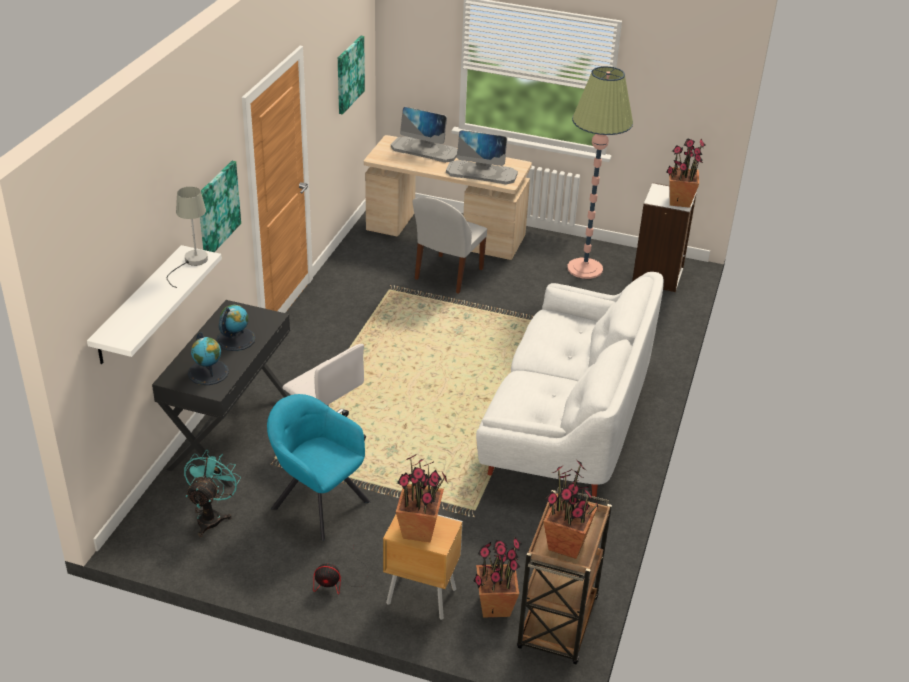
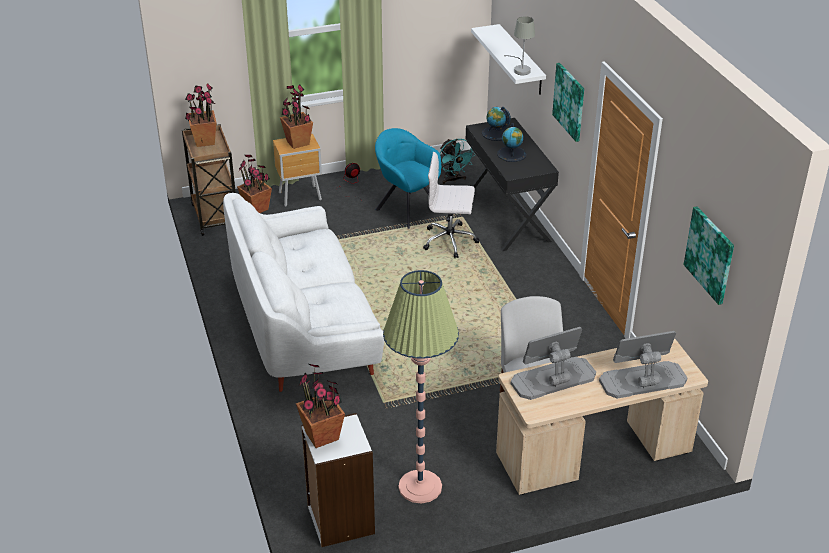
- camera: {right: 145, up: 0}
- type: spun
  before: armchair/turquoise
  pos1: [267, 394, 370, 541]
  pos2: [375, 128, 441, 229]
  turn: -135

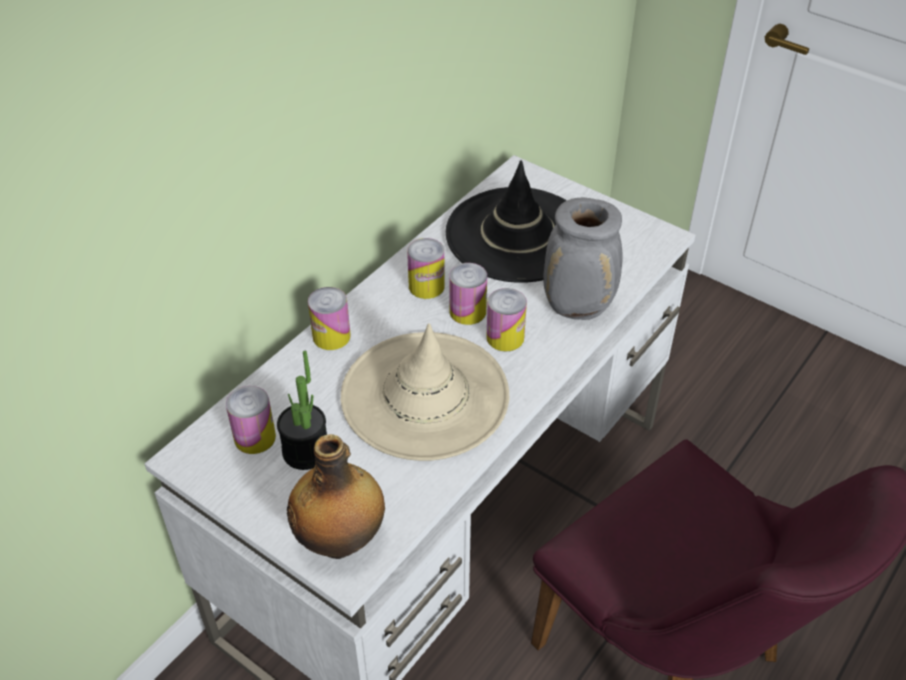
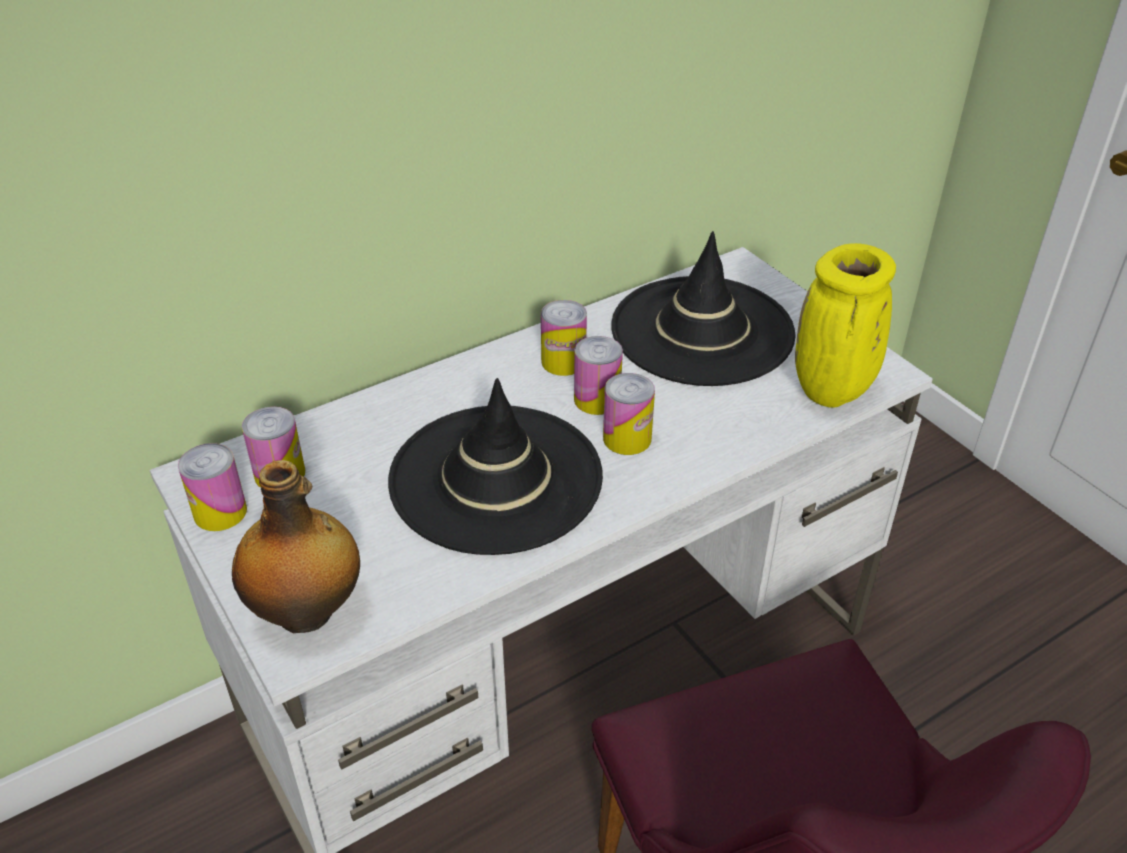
- camera: {right: 20, up: -5}
- type: missing
  before: potted plant
  pos1: [277, 351, 327, 470]
- type: missing
  before: vase/grey
  pos1: [543, 198, 623, 320]
- type: appeared
  after: vase/yellow
  pos2: [795, 243, 896, 408]
- type: relocated
  before: can
  pos1: [308, 287, 351, 350]
  pos2: [178, 443, 247, 531]
- type: colour
  before: hat/beige
  after: hat/black
  pos1: [341, 323, 509, 461]
  pos2: [388, 378, 603, 555]

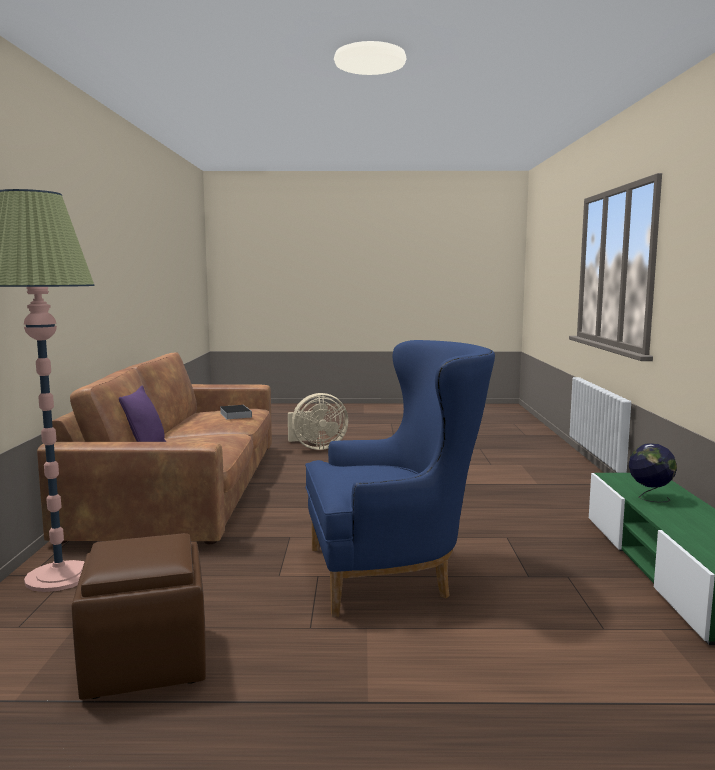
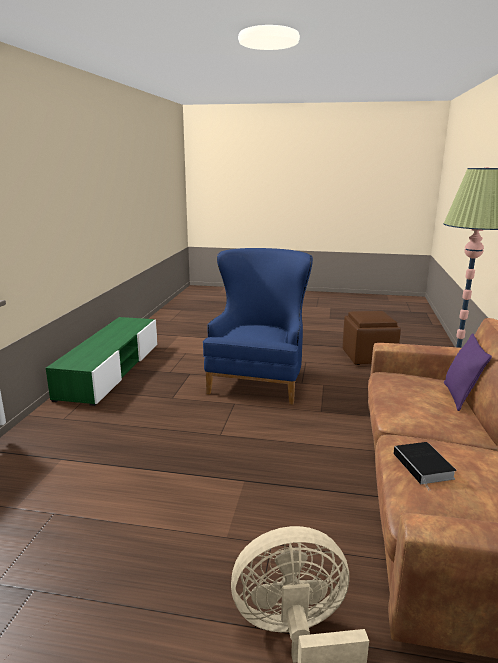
- camera: {right: -170, up: 10}
- type: missing
  before: globe
  pos1: [629, 443, 677, 503]
- type: spun
  before: armchair/blue
  pos1: [305, 340, 495, 617]
  pos2: [203, 248, 313, 405]
  turn: 105

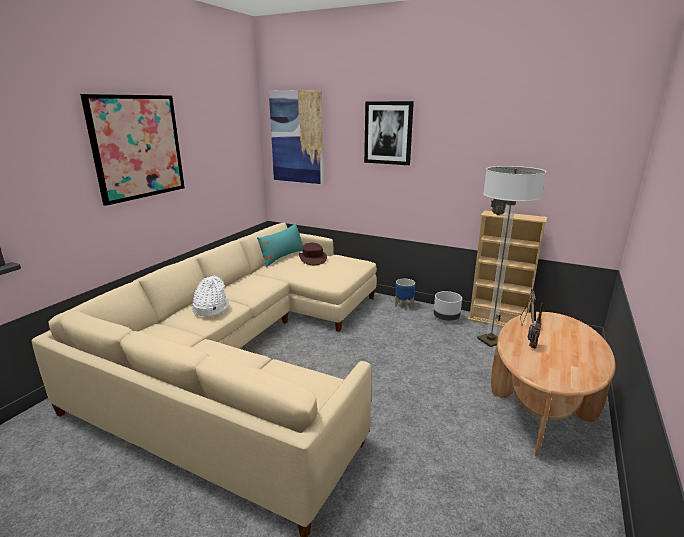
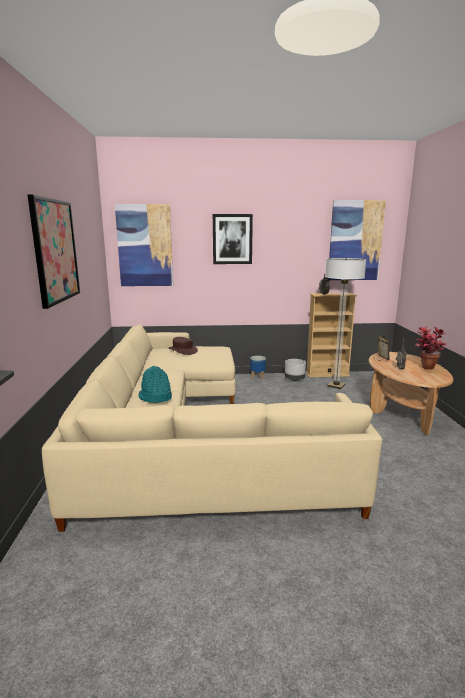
- camera: {right: -30, up: -5}
- type: missing
  before: pillow/turquoise
  pos1: [257, 223, 303, 267]
- type: appeared
  after: picture
  pos2: [328, 200, 386, 280]
- type: appeared
  after: potted plant
  pos2: [415, 326, 446, 370]
- type: colour
  before: hat/white
  after: hat/turquoise
  pos1: [192, 276, 229, 316]
  pos2: [138, 366, 172, 403]

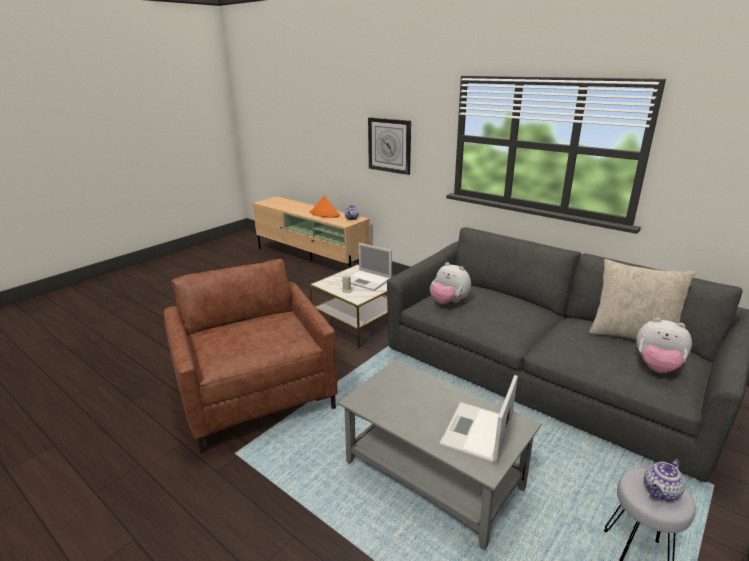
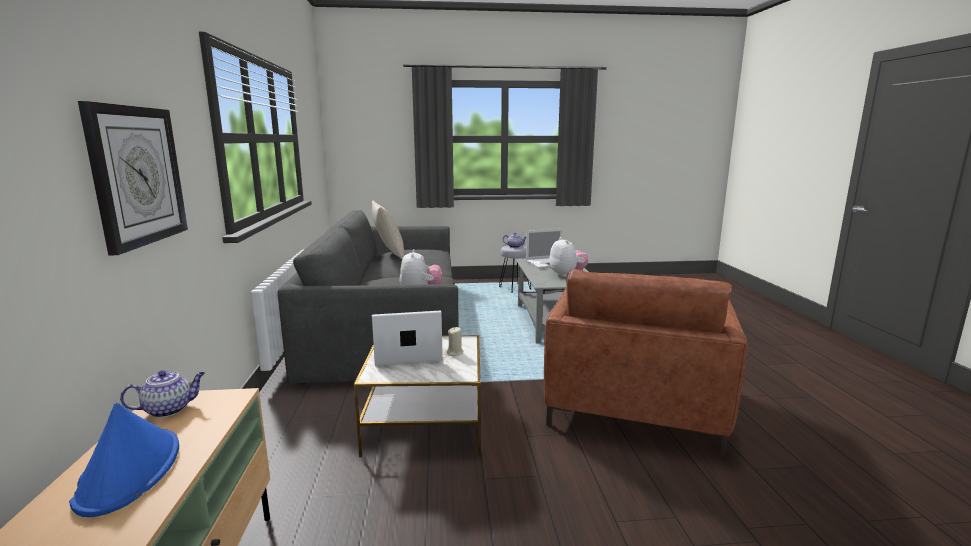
- camera: {right: -135, up: -10}
- type: relocated
  before: plush toy
  pos1: [636, 318, 692, 373]
  pos2: [549, 237, 588, 277]
- type: colour
  before: hat/orange
  after: hat/blue
  pos1: [310, 196, 340, 218]
  pos2: [69, 403, 179, 517]
- type: spun
  before: laptop
  pos1: [342, 243, 392, 291]
  pos2: [372, 311, 443, 366]
  turn: -90

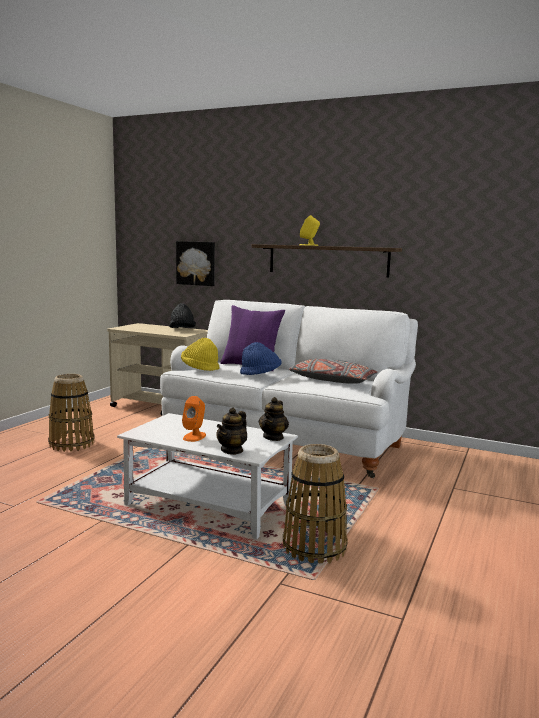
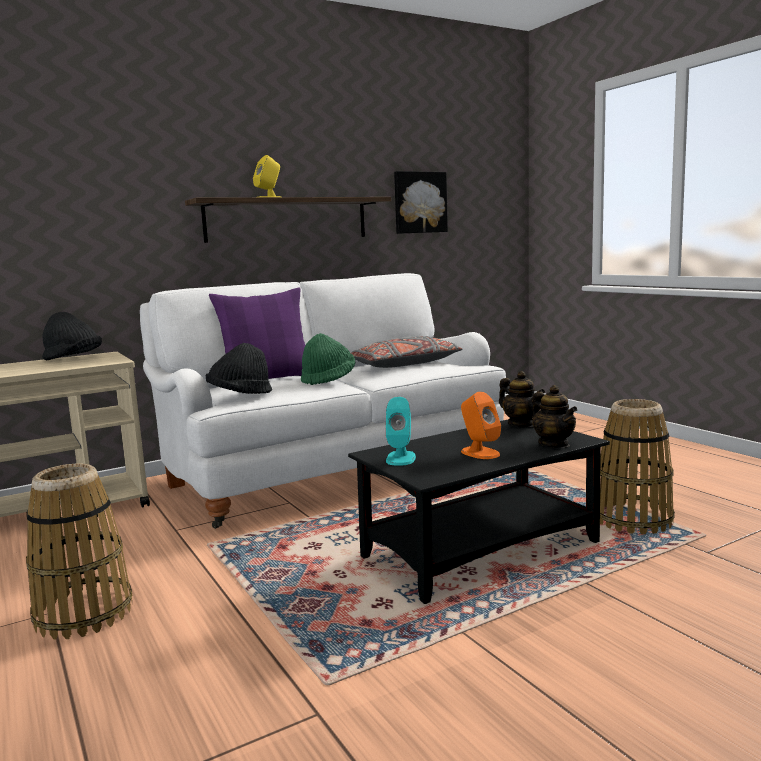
- camera: {right: -55, up: 0}
- type: appeared
  after: speaker/turquoise
  pos2: [386, 397, 416, 466]
- type: relocated
  before: picture
  pos1: [176, 241, 215, 286]
  pos2: [394, 171, 448, 234]
- type: colour
  before: coffee table/white
  after: coffee table/black
  pos1: [117, 413, 298, 539]
  pos2: [348, 420, 610, 604]
- type: colour
  before: hat/yellow
  after: hat/black
  pos1: [181, 338, 220, 371]
  pos2: [206, 343, 272, 394]
- type: colour
  before: hat/blue
  after: hat/green
  pos1: [240, 342, 281, 375]
  pos2: [301, 333, 355, 385]

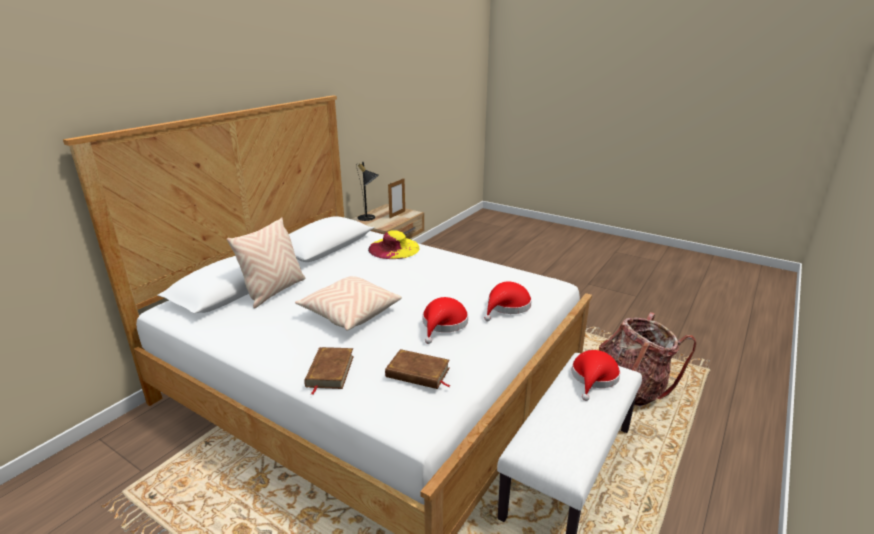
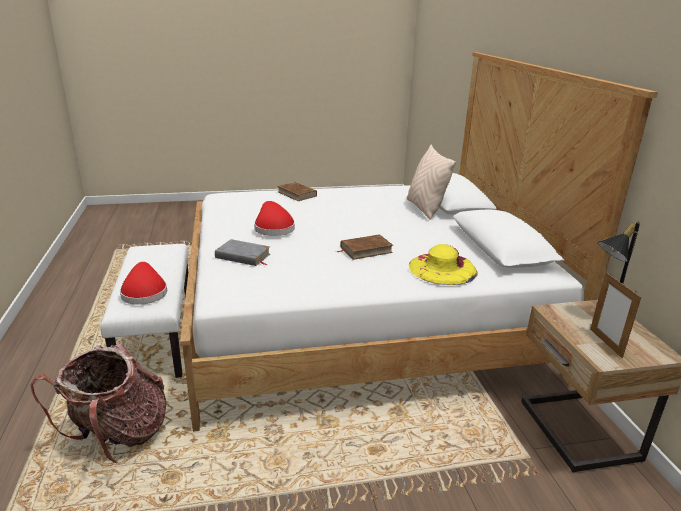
- camera: {right: 135, up: 0}
- type: missing
  before: pillow/beige
  pos1: [295, 276, 402, 331]
- type: relocated
  before: book/brown
  pos1: [385, 349, 450, 389]
  pos2: [336, 234, 393, 260]
- type: exchanged
  before: hat/red
  after: book/grey
  pos1: [484, 281, 532, 321]
  pos2: [215, 239, 270, 266]

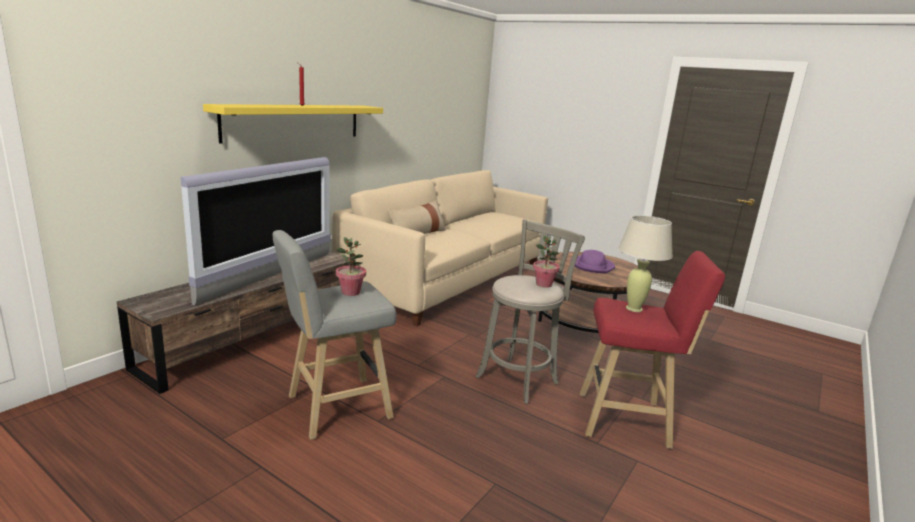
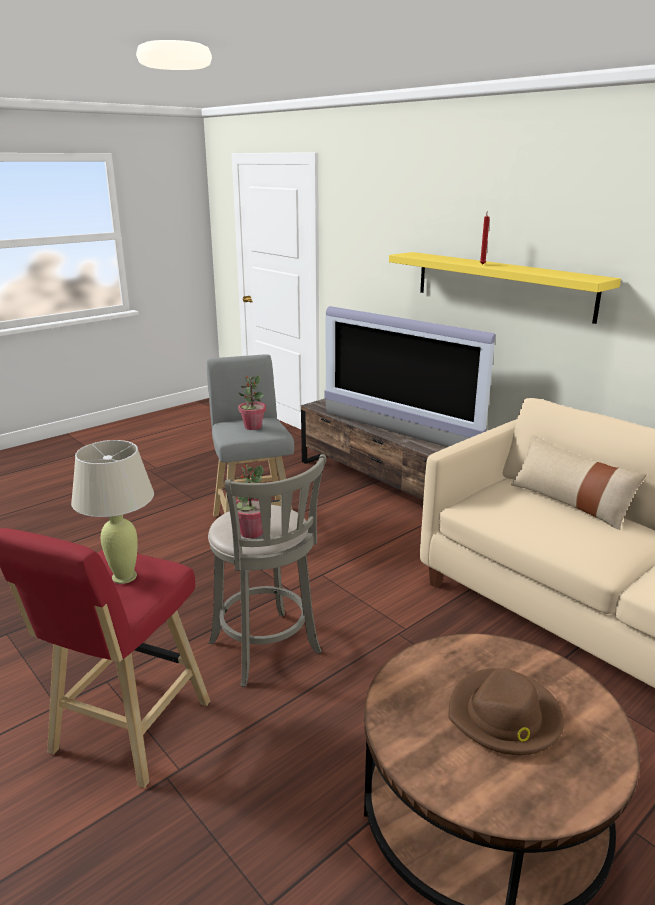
- camera: {right: 105, up: 5}
- type: colour
  before: hat/purple
  after: hat/brown
  pos1: [571, 250, 615, 274]
  pos2: [448, 668, 564, 755]

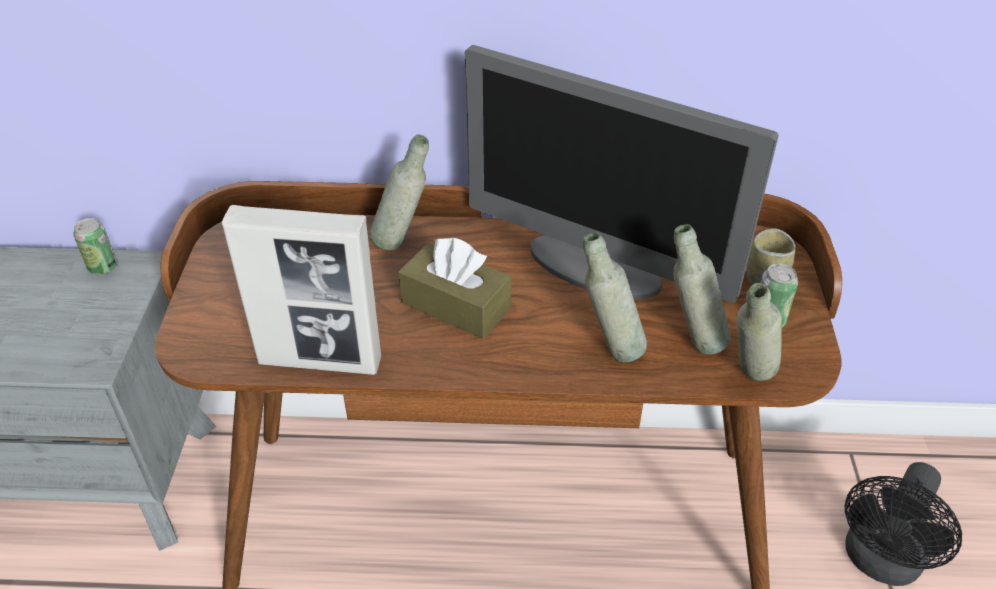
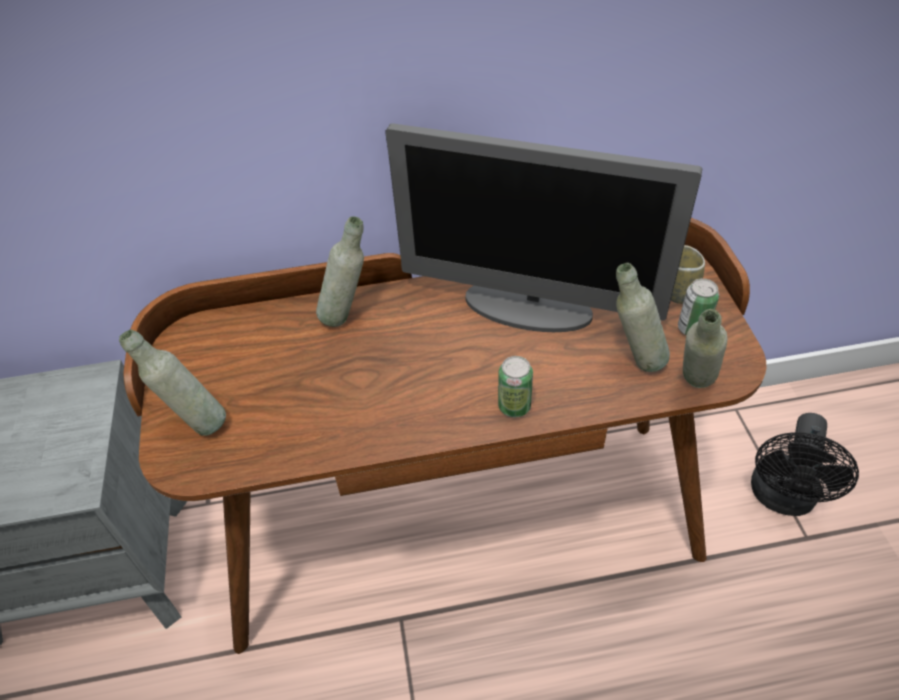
- camera: {right: -10, up: 5}
- type: missing
  before: picture frame
  pos1: [222, 205, 381, 375]
- type: missing
  before: tissue box/brown
  pos1: [398, 238, 511, 339]
- type: relocated
  before: can
  pos1: [73, 218, 117, 275]
  pos2: [498, 356, 533, 417]
- type: relocated
  before: bottle/grey
  pos1: [583, 232, 647, 362]
  pos2: [119, 329, 226, 436]

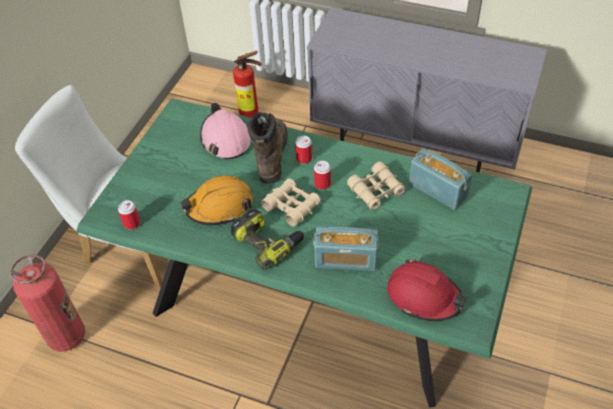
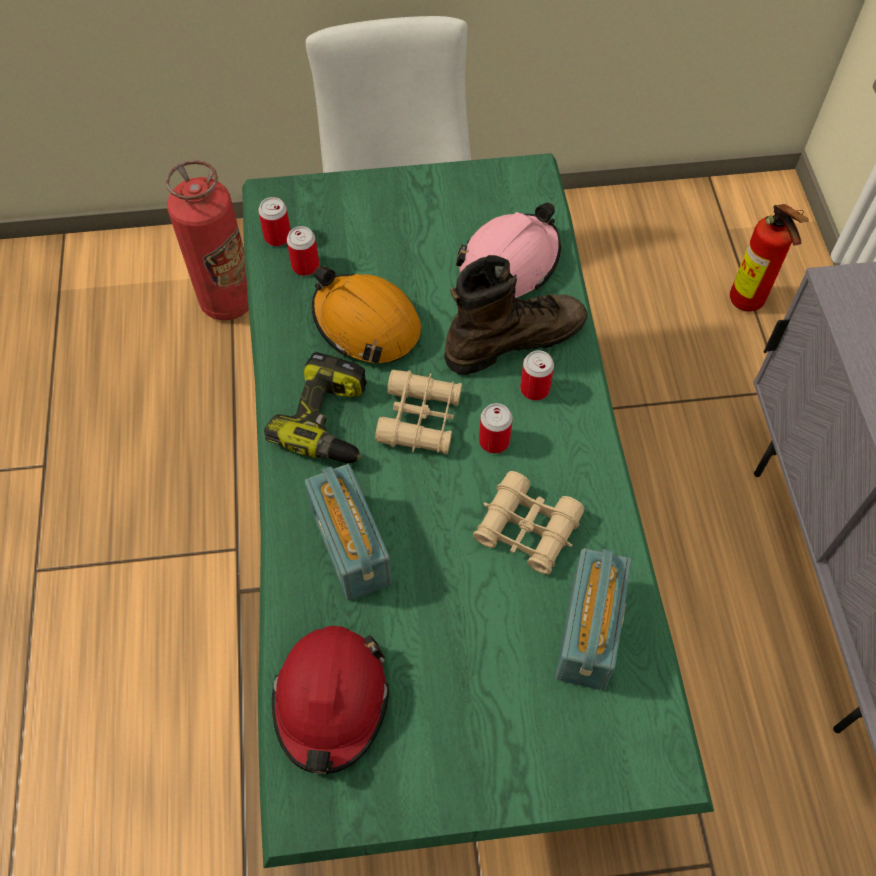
- camera: {right: 60, up: 10}
- type: appeared
  after: can
  pos2: [287, 226, 319, 276]

